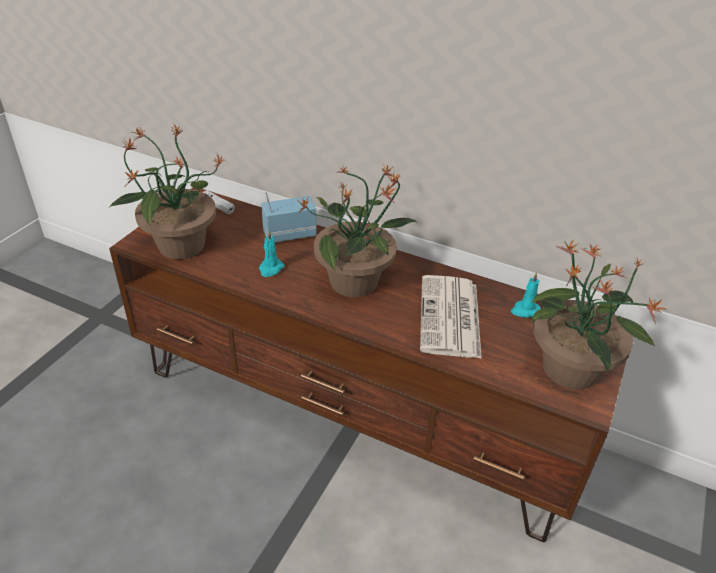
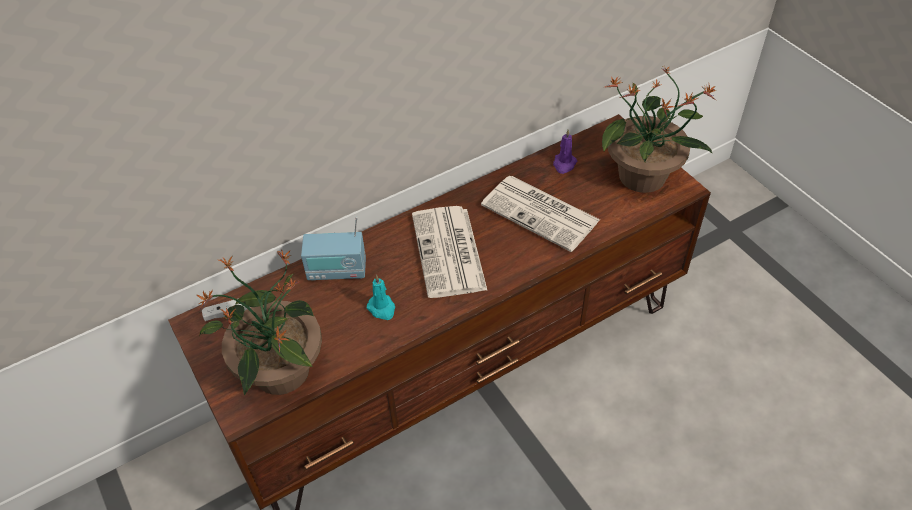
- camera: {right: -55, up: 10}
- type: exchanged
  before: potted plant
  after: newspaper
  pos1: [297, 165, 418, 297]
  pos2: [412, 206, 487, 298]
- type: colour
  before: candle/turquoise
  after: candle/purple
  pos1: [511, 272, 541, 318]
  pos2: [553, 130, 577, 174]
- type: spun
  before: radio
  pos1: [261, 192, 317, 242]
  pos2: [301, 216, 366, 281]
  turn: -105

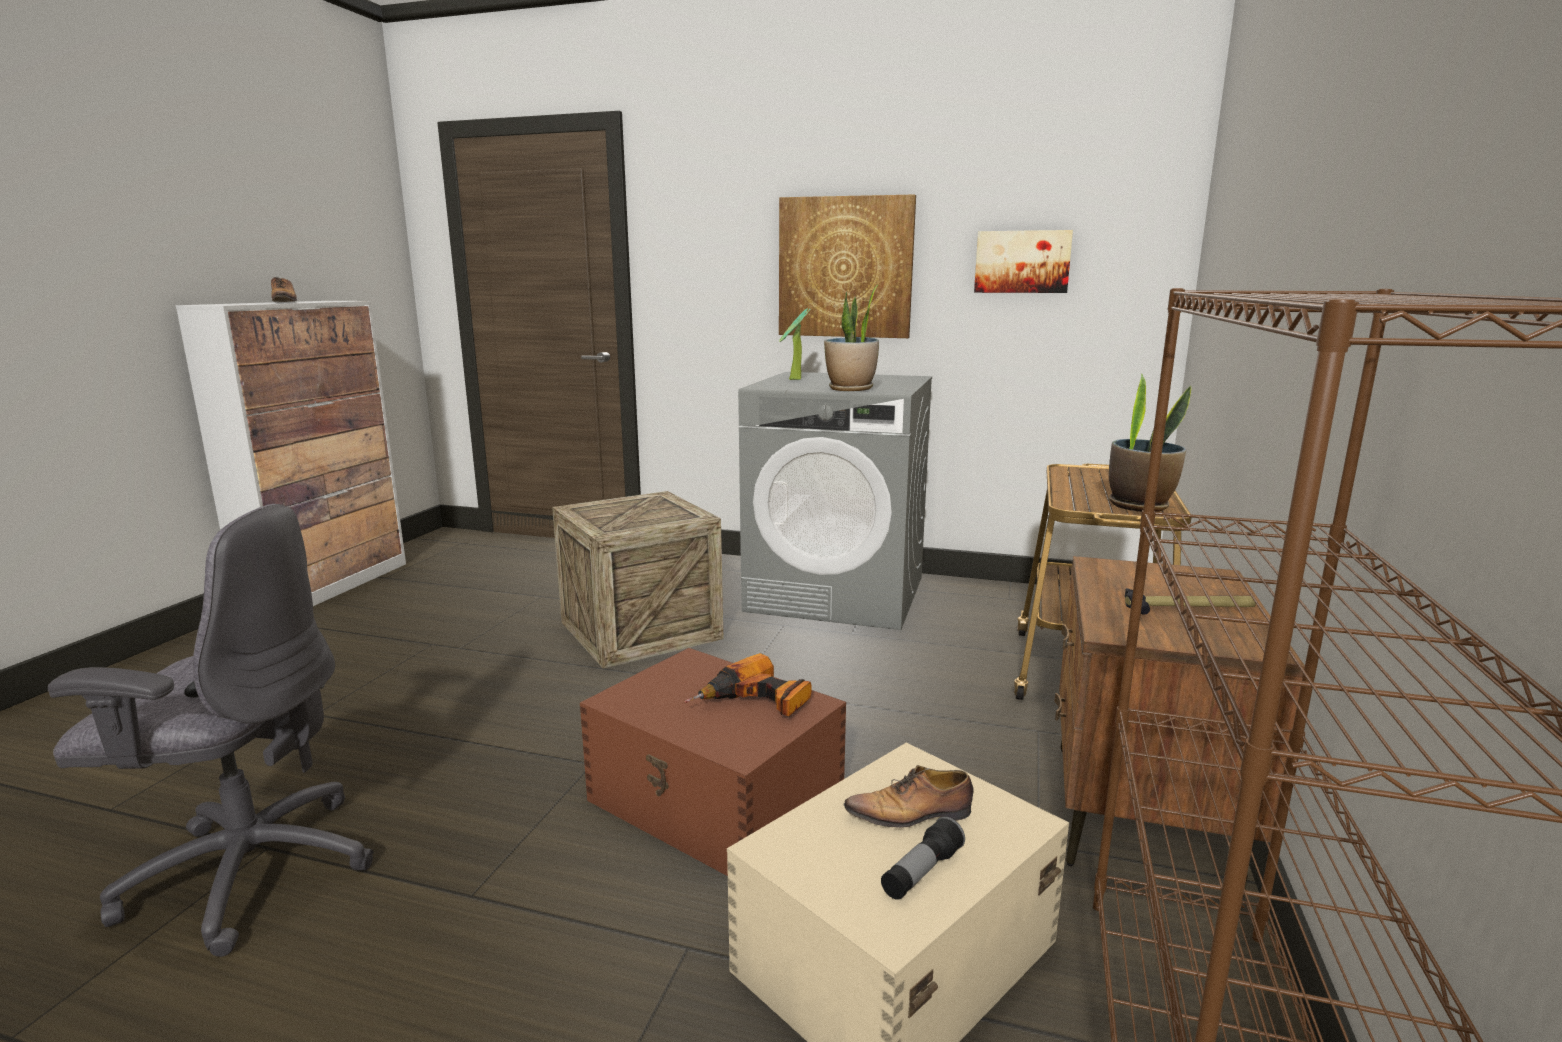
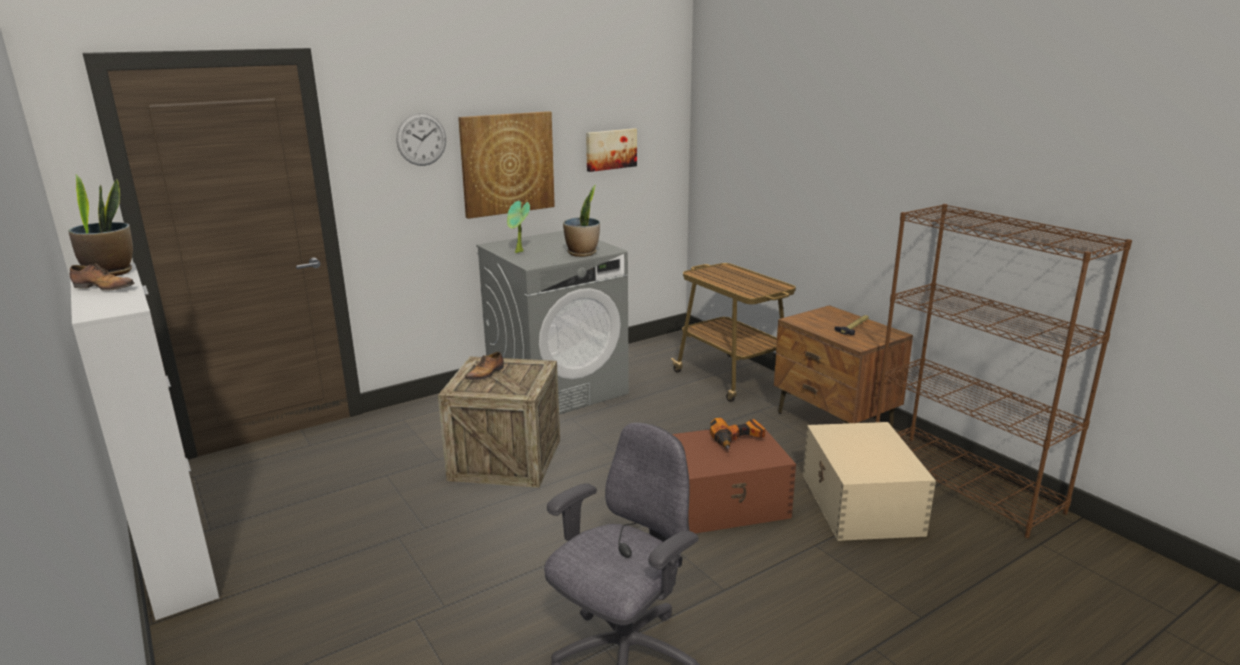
- camera: {right: -50, up: 5}
- type: missing
  before: flashlight
  pos1: [881, 816, 965, 900]
- type: appeared
  after: wall clock
  pos2: [396, 113, 446, 166]
- type: relocated
  before: shoe
  pos1: [843, 765, 974, 828]
  pos2: [465, 352, 504, 380]
- type: relocated
  before: potted plant
  pos1: [1109, 373, 1191, 512]
  pos2: [68, 174, 133, 276]

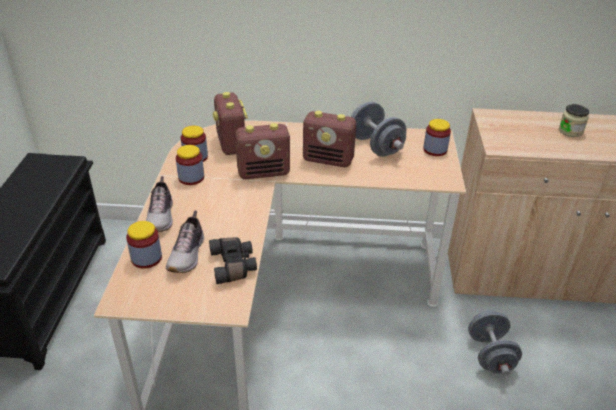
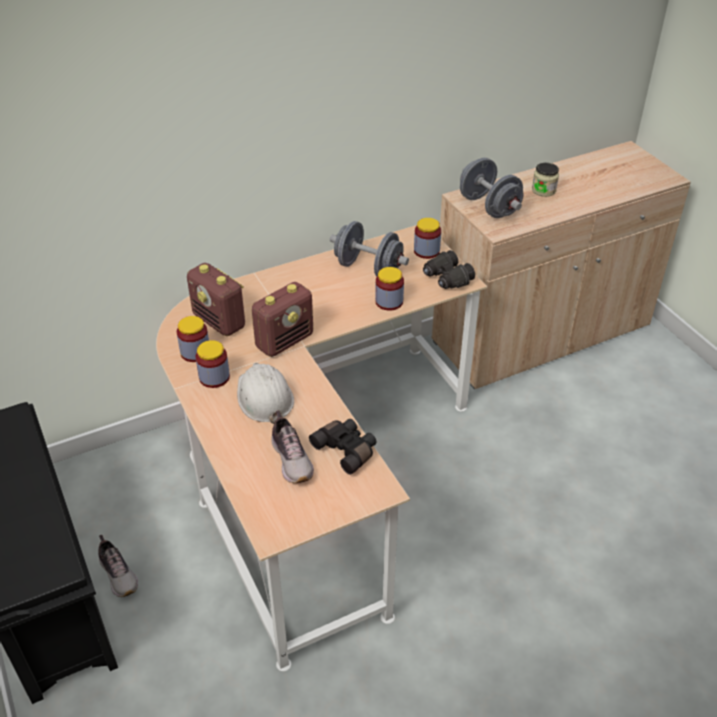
- camera: {right: -30, up: 5}
- type: missing
  before: radio
  pos1: [303, 111, 356, 167]
- type: appeared
  after: hard hat/white
  pos2: [237, 363, 294, 424]
- type: appeared
  after: binoculars/black
  pos2: [423, 250, 475, 289]
- type: relocated
  before: jar
  pos1: [126, 221, 162, 269]
  pos2: [375, 267, 404, 311]
- type: relocated
  before: shoe
  pos1: [146, 176, 173, 232]
  pos2: [98, 535, 138, 597]
- type: relocated
  before: dumbbell/grey
  pos1: [468, 310, 522, 376]
  pos2: [460, 158, 524, 218]

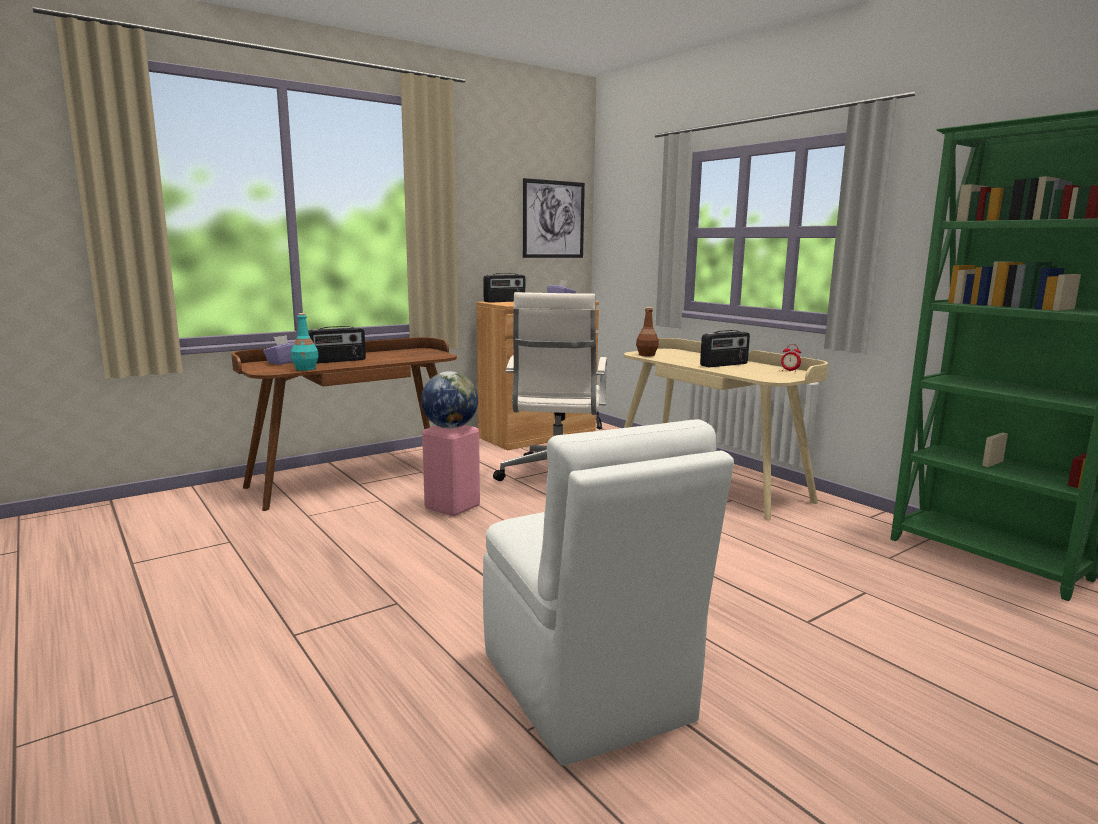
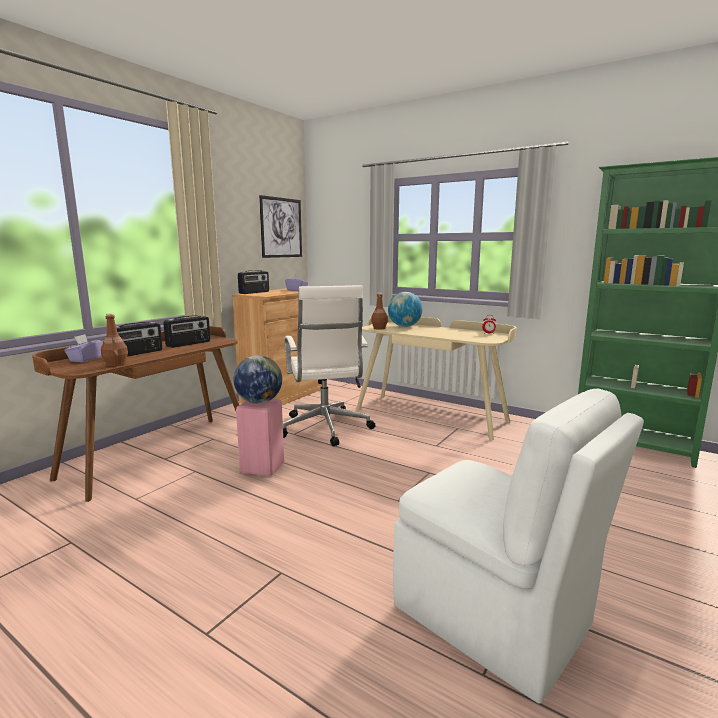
- camera: {right: -20, up: 0}
- type: appeared
  after: globe
  pos2: [388, 292, 423, 327]
- type: relocated
  before: radio
  pos1: [700, 330, 750, 367]
  pos2: [163, 315, 210, 348]
- type: colour
  before: bottle/turquoise
  after: bottle/brown
  pos1: [291, 313, 319, 371]
  pos2: [101, 313, 128, 366]

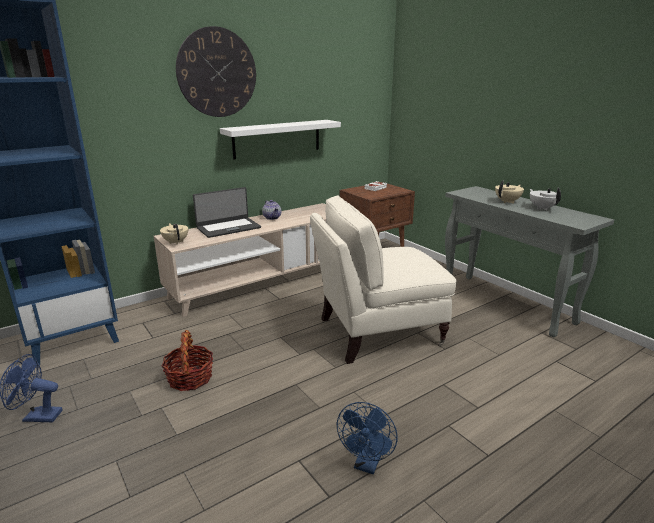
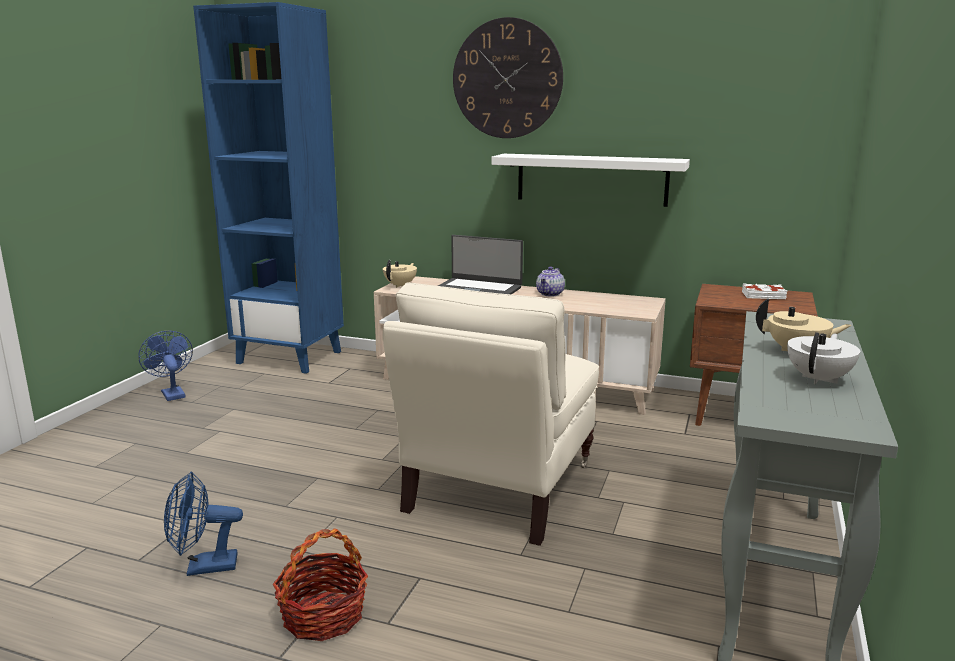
- camera: {right: 55, up: -5}
- type: relocated
  before: basket
  pos1: [162, 330, 213, 391]
  pos2: [273, 528, 368, 641]
- type: spun
  before: armchair/beige
  pos1: [310, 195, 457, 364]
  pos2: [383, 282, 599, 546]
  turn: -105

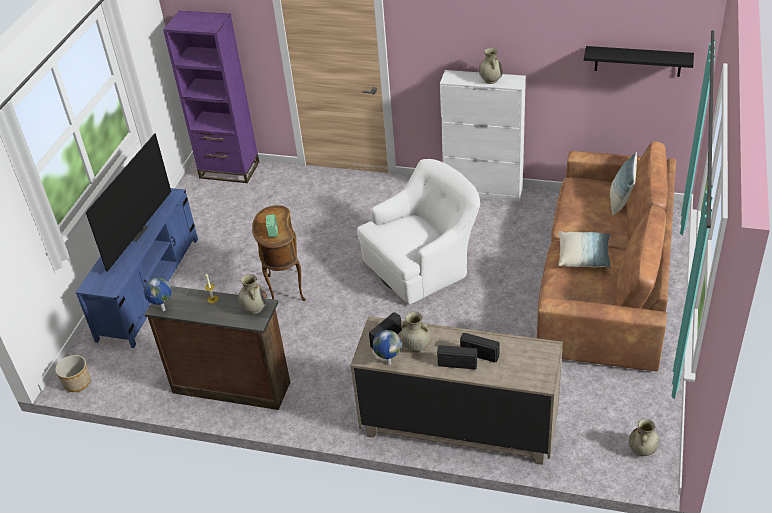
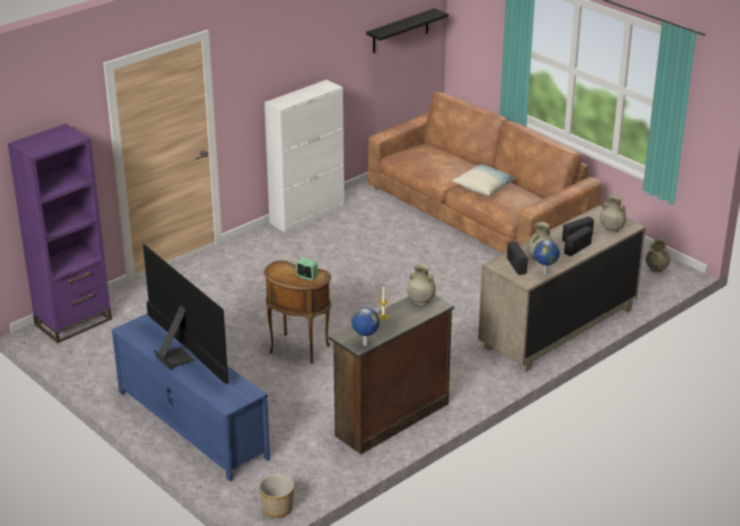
- camera: {right: -60, up: -10}
- type: missing
  before: armchair/white
  pos1: [357, 159, 480, 305]
- type: missing
  before: pillow
  pos1: [610, 152, 637, 216]
- type: relocated
  before: vase/beige
  pos1: [479, 48, 503, 84]
  pos2: [600, 195, 626, 233]

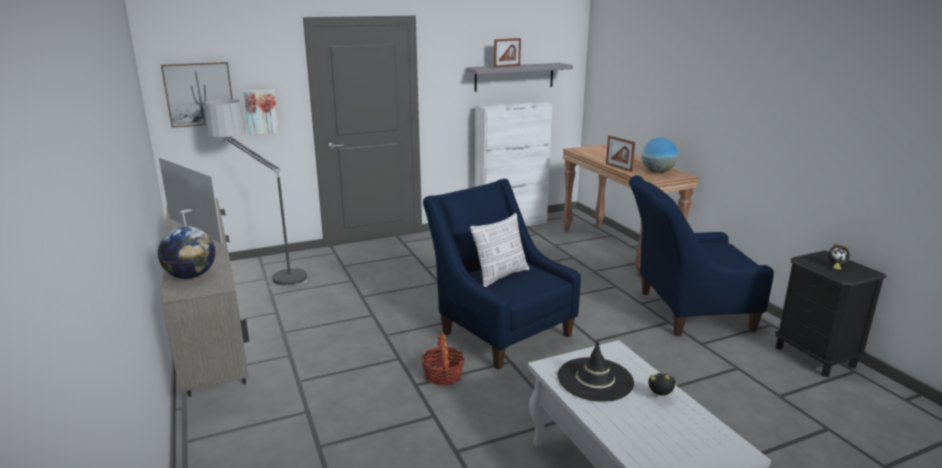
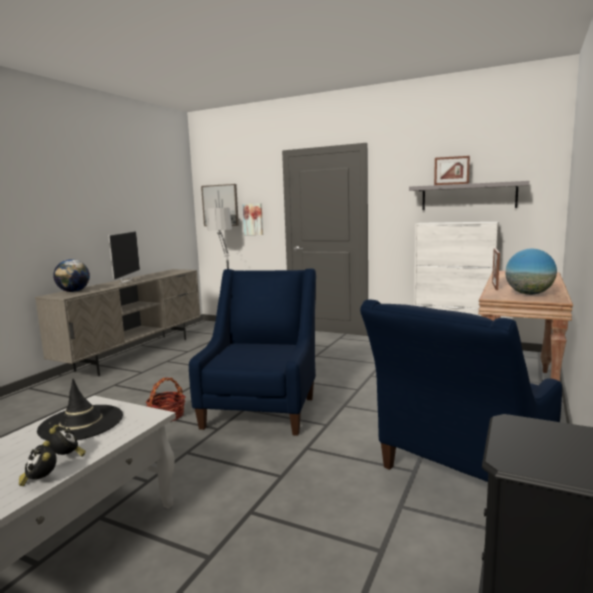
- camera: {right: 50, up: -10}
- type: missing
  before: pillow
  pos1: [470, 213, 530, 287]
- type: relocated
  before: alarm clock
  pos1: [828, 243, 850, 271]
  pos2: [19, 441, 57, 486]
- type: spun
  before: armchair/blue
  pos1: [629, 175, 774, 336]
  pos2: [360, 299, 562, 482]
  turn: -90

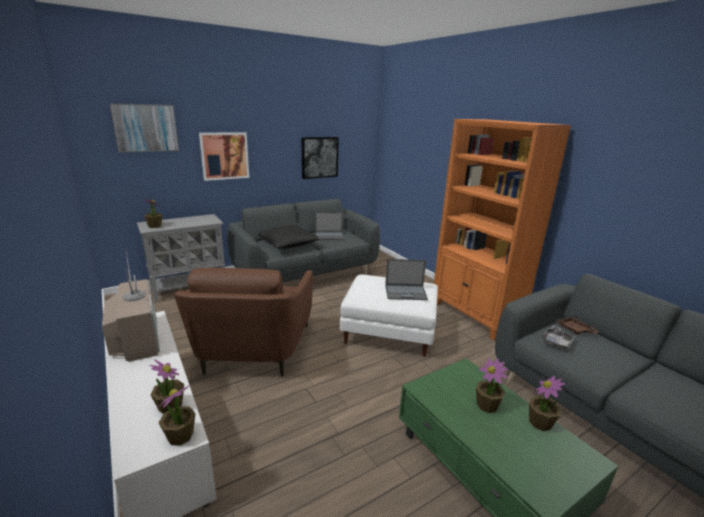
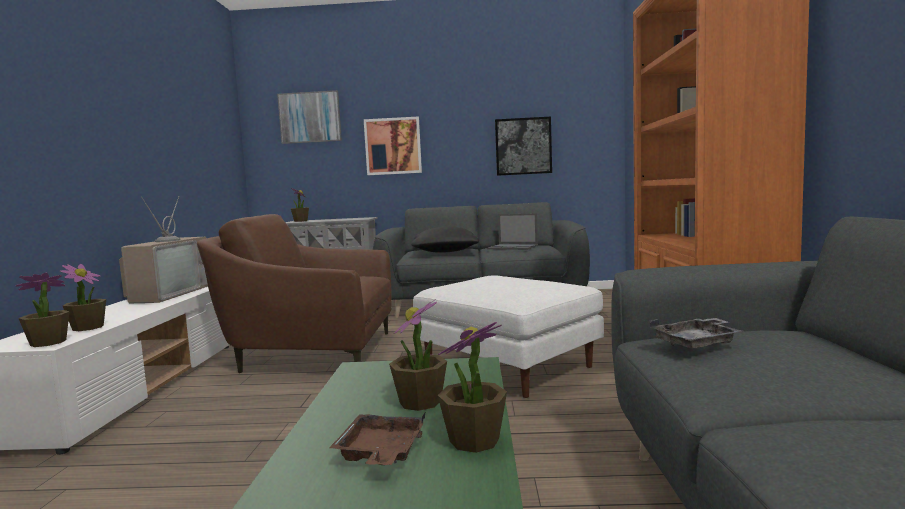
- camera: {right: 35, up: -15}
- type: missing
  before: laptop
  pos1: [385, 259, 428, 300]
- type: relocated
  before: tray/brown
  pos1: [557, 314, 599, 334]
  pos2: [329, 413, 425, 465]
- type: spun
  before: armchair/brown
  pos1: [174, 268, 313, 376]
  pos2: [197, 214, 392, 373]
  turn: 60

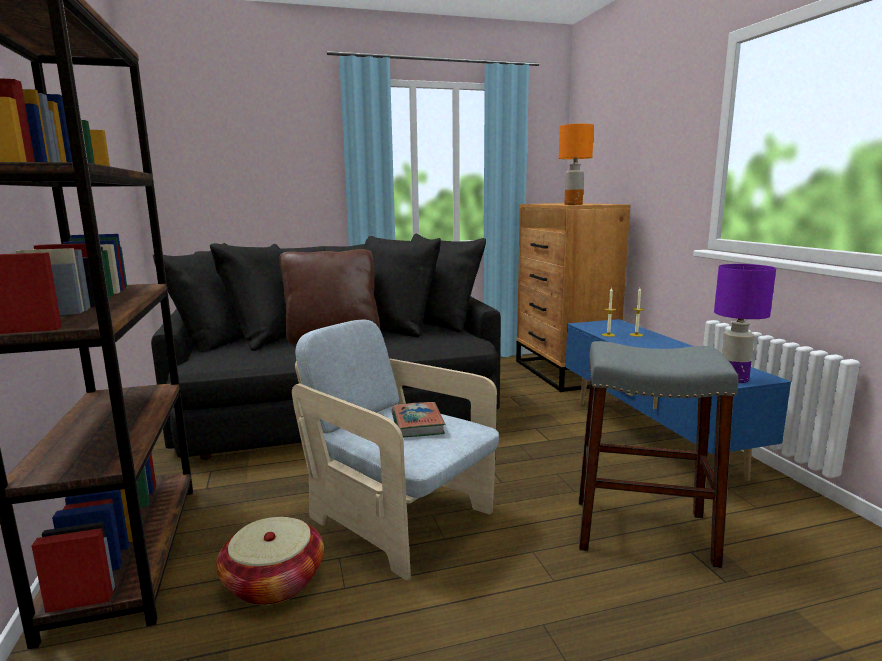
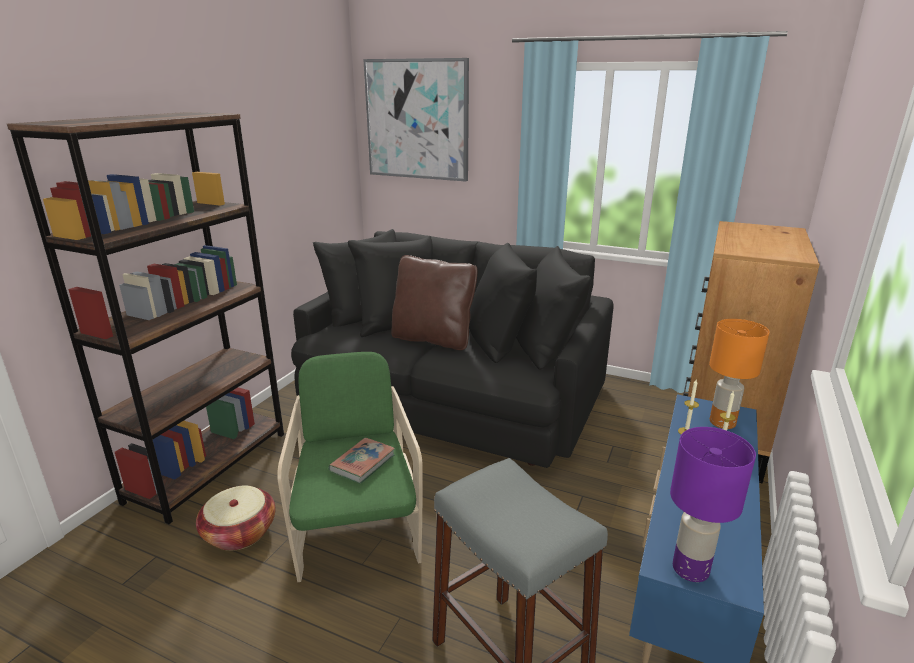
- camera: {right: 40, up: 10}
- type: appeared
  after: picture
  pos2: [363, 58, 469, 182]
- type: relocated
  before: table lamp/orange
  pos1: [559, 124, 594, 205]
  pos2: [709, 319, 770, 429]
- type: colour
  before: armchair/beige
  after: armchair/green
  pos1: [292, 320, 499, 581]
  pos2: [277, 352, 423, 582]

